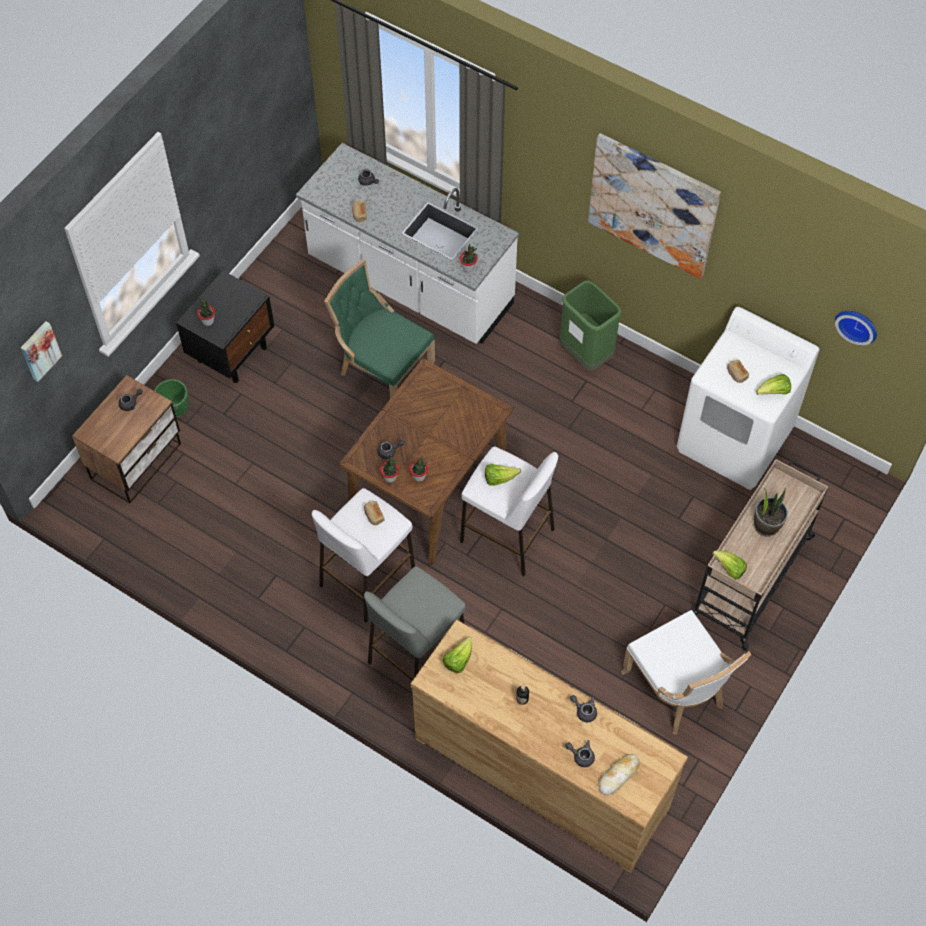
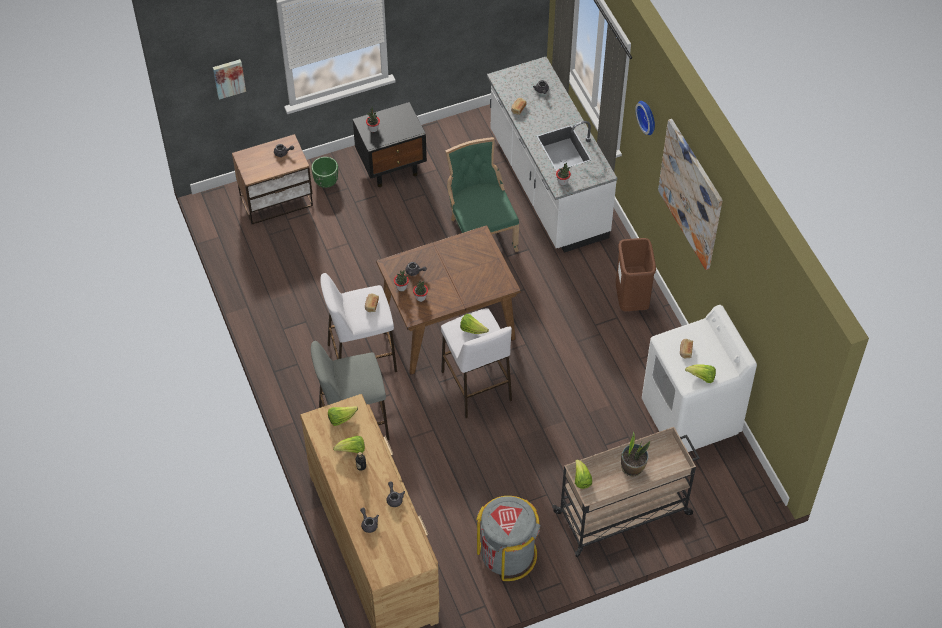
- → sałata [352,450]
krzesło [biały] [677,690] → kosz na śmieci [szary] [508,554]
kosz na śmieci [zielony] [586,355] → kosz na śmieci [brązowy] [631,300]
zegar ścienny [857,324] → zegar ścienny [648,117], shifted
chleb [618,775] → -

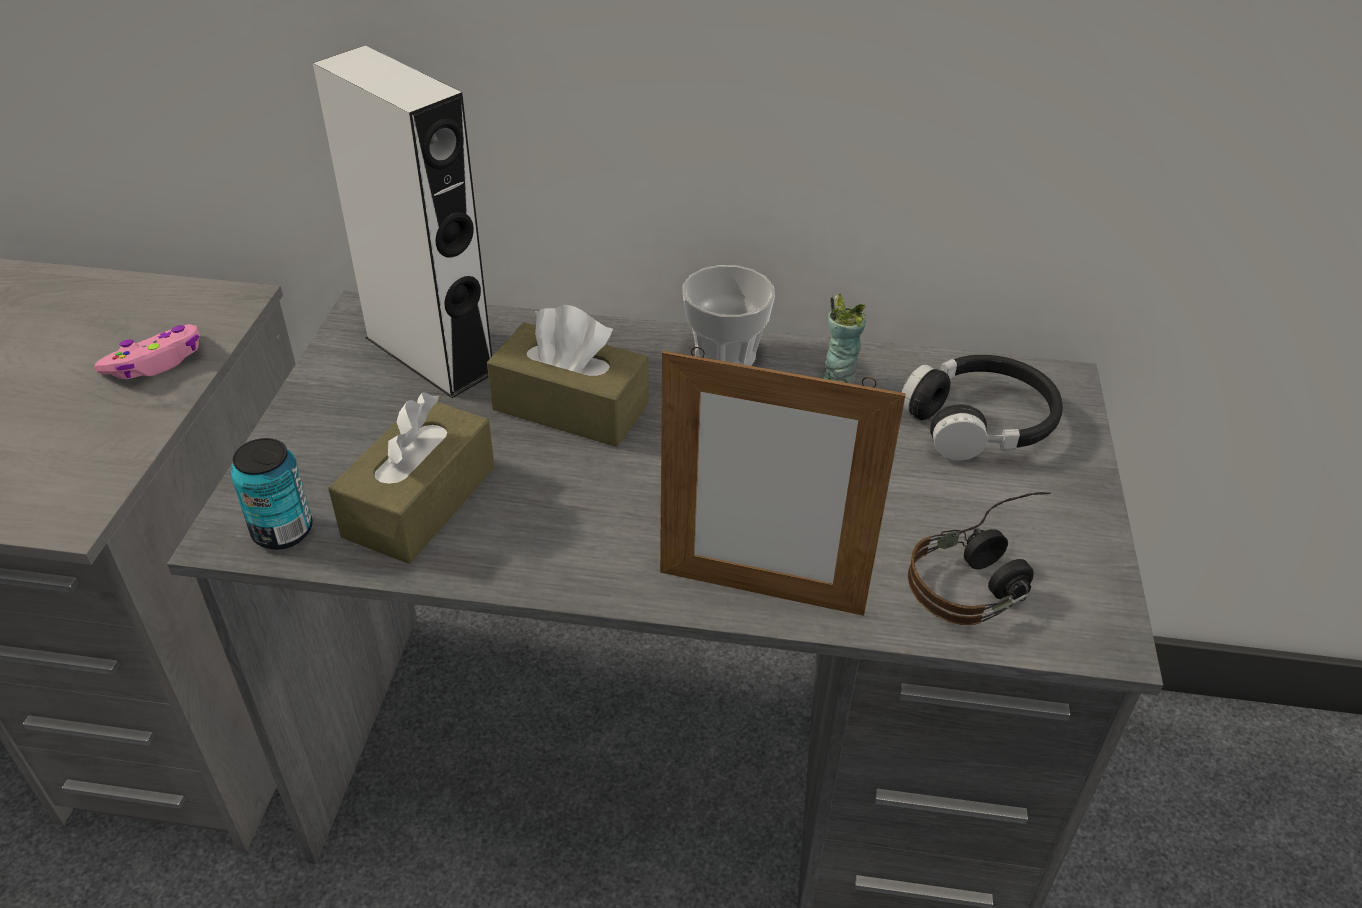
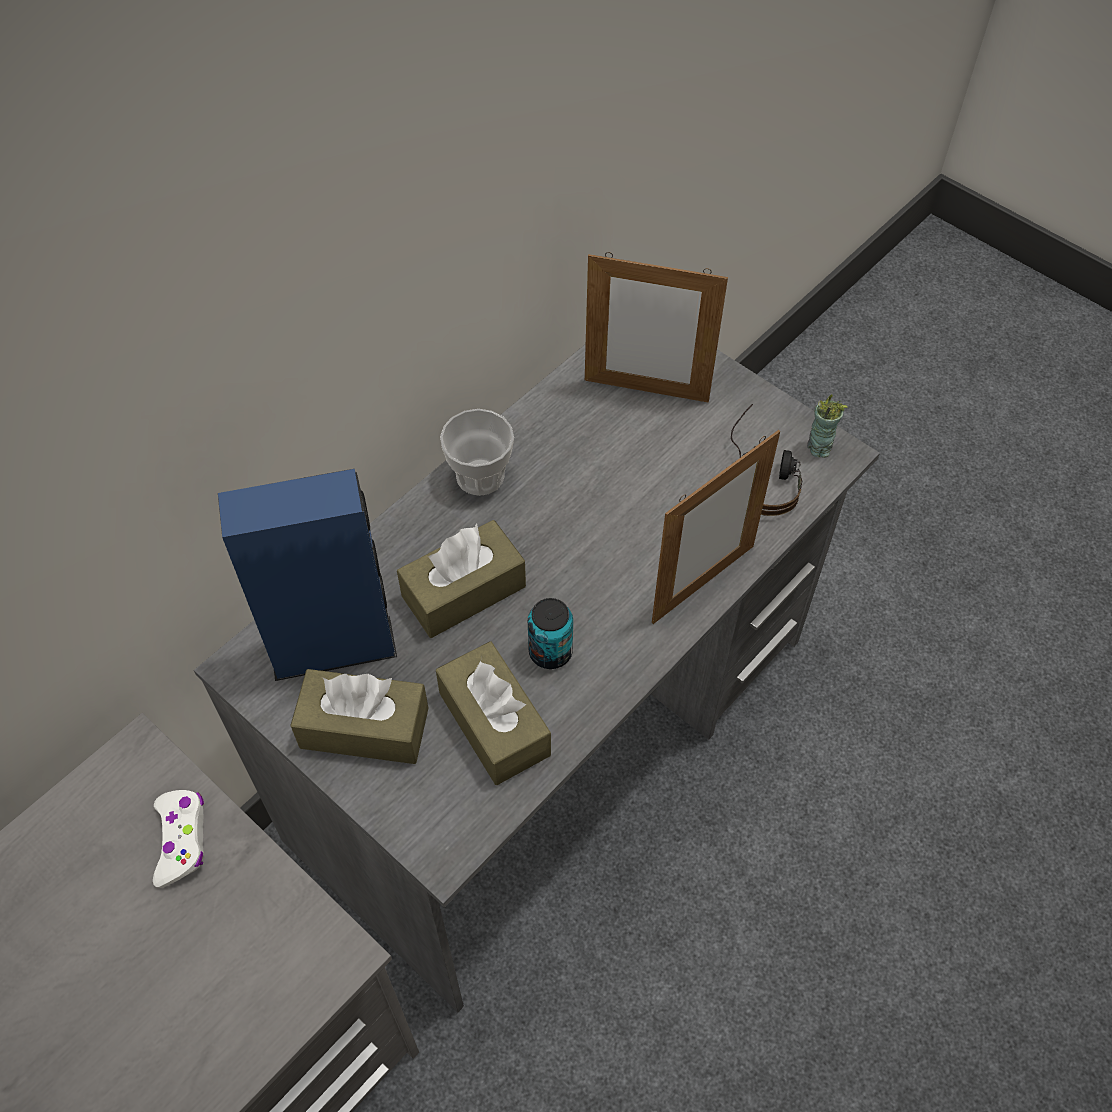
pad do gier [różowy] [156,362] → pad do gier [biały] [182,840]
głośnik [szary] [430,355] → głośnik [niebieski] [333,647]
- → pudełko chusteczek [brązowy] [364,728]
puszka [282,531] → puszka [550,652], shifted
słuchawki [czarny] [979,422] → ramka na zdjęcie [646,390]
filiżanka [838,379] → filiżanka [818,447], shifted

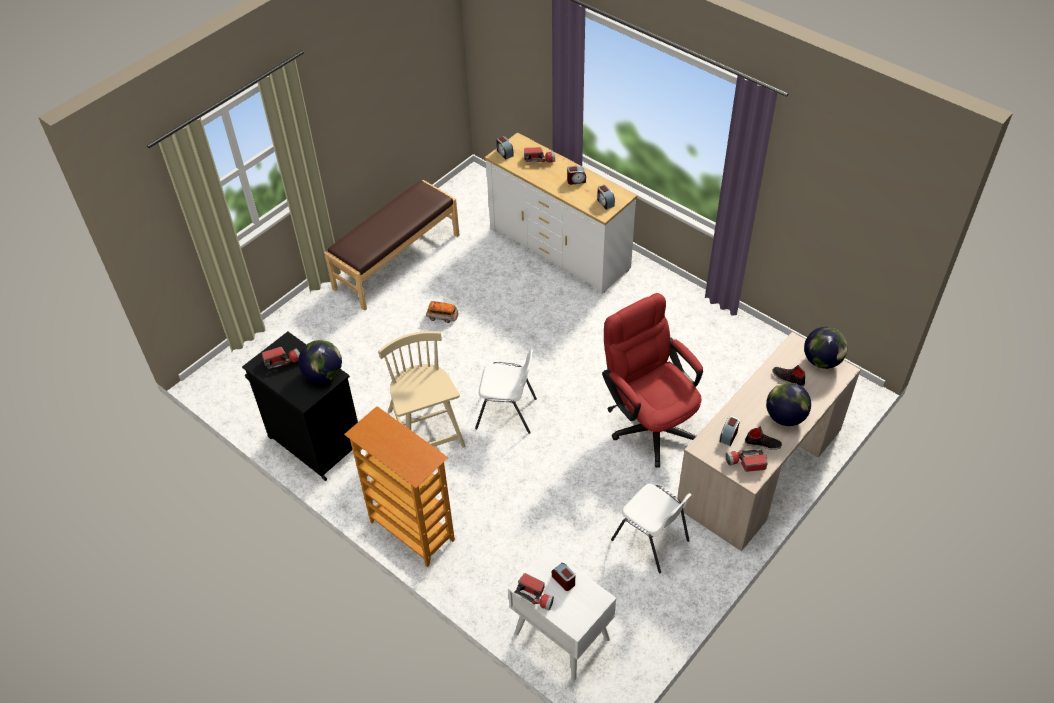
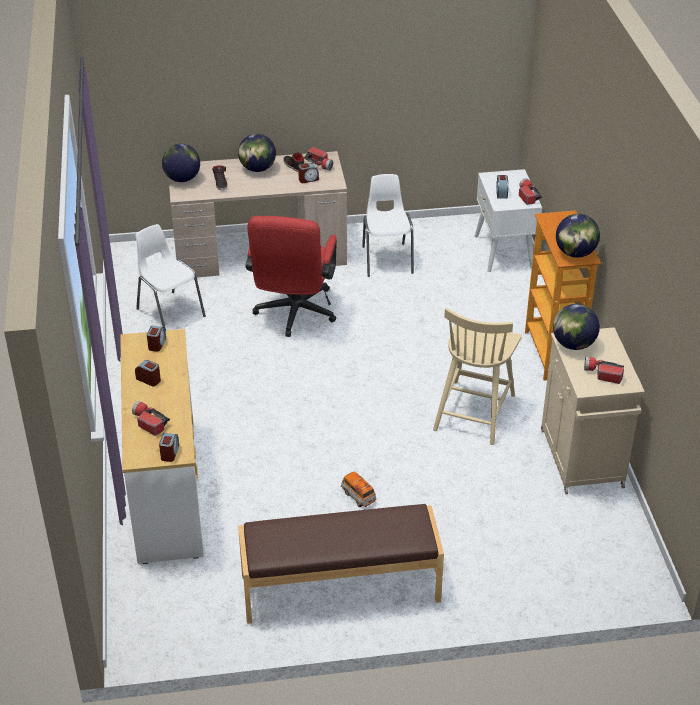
krzesło [biały] [507,413] → krzesło [biały] [170,312], shifted
szafka [czarny] [314,441] → szafka [beżowy] [582,460]
- → globus [575,253]

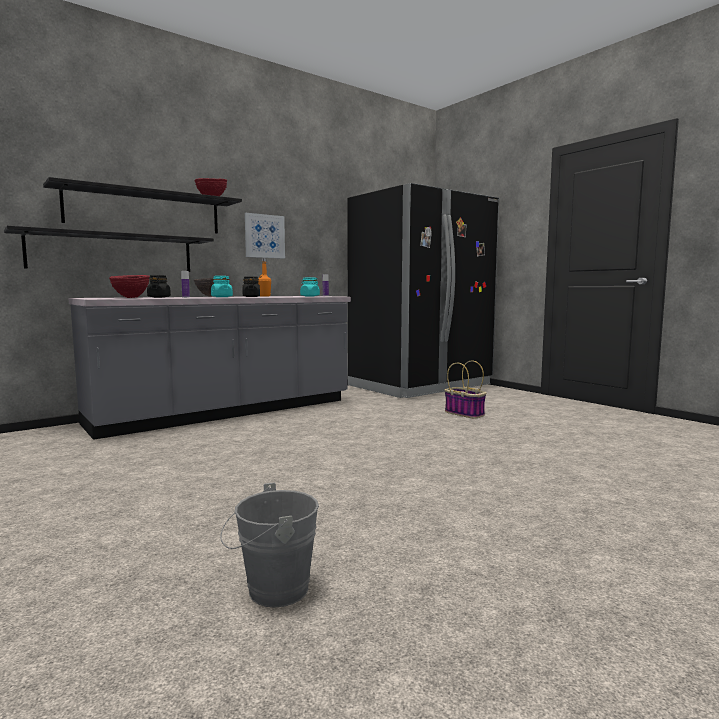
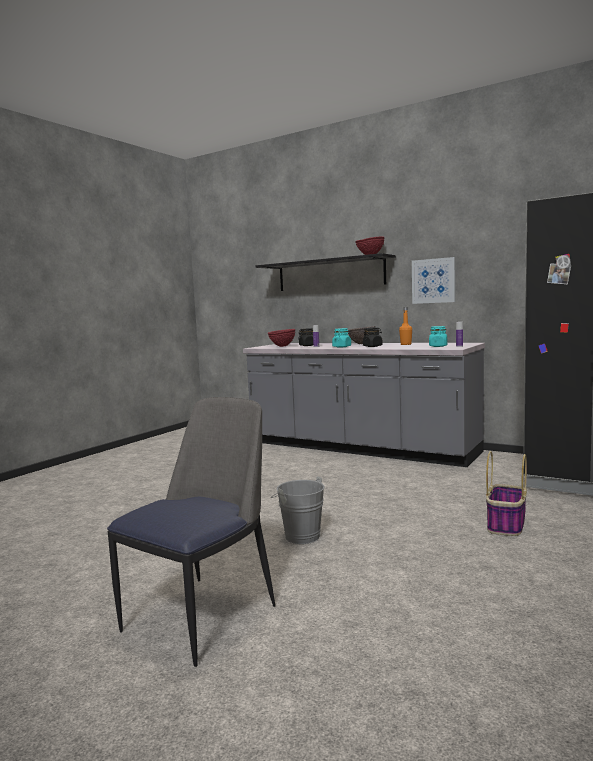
- → krzesło [203,615]
wiadro [szary] [271,591] → wiadro [szary] [300,535], shifted
półka [czarny] [113,253] → -

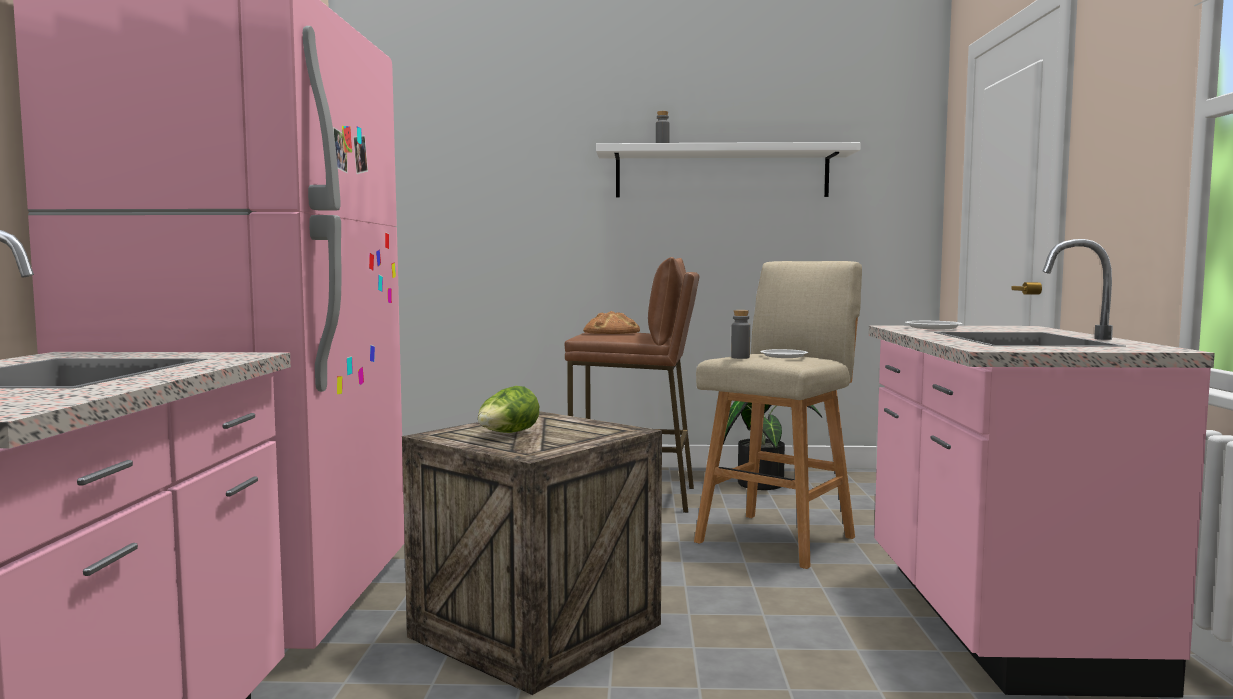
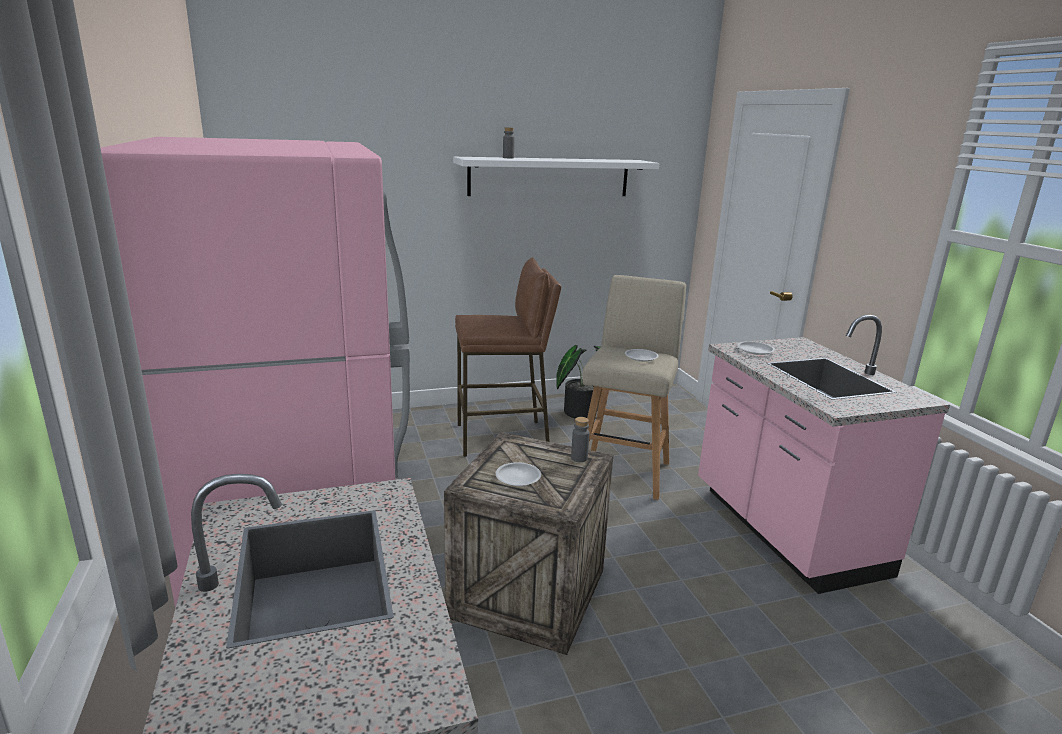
sałata [507,434] → talerz [biały] [518,477]
butelka [szary] [740,357] → butelka [szary] [579,458], shifted
chleb [611,332] → -

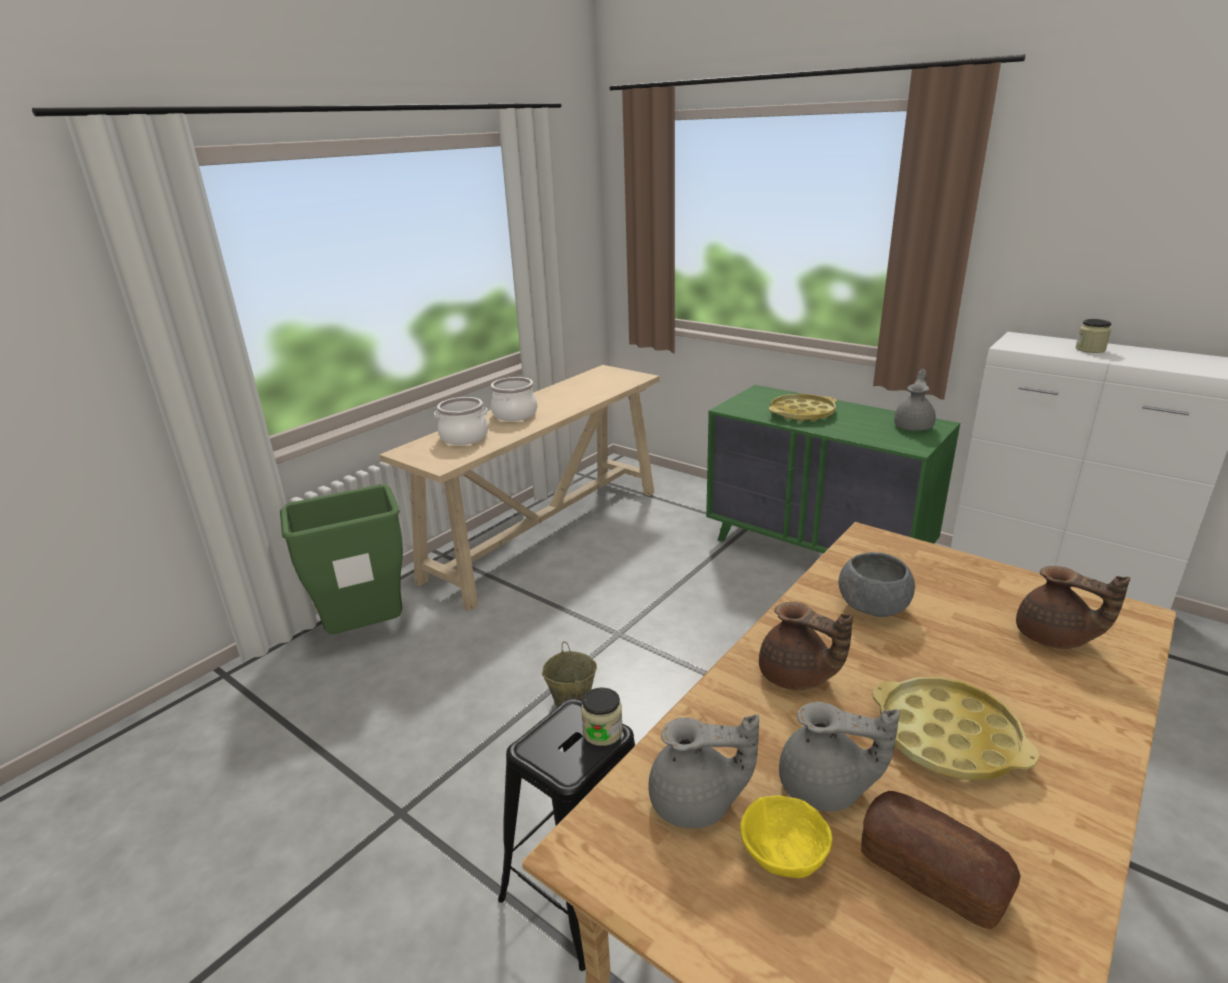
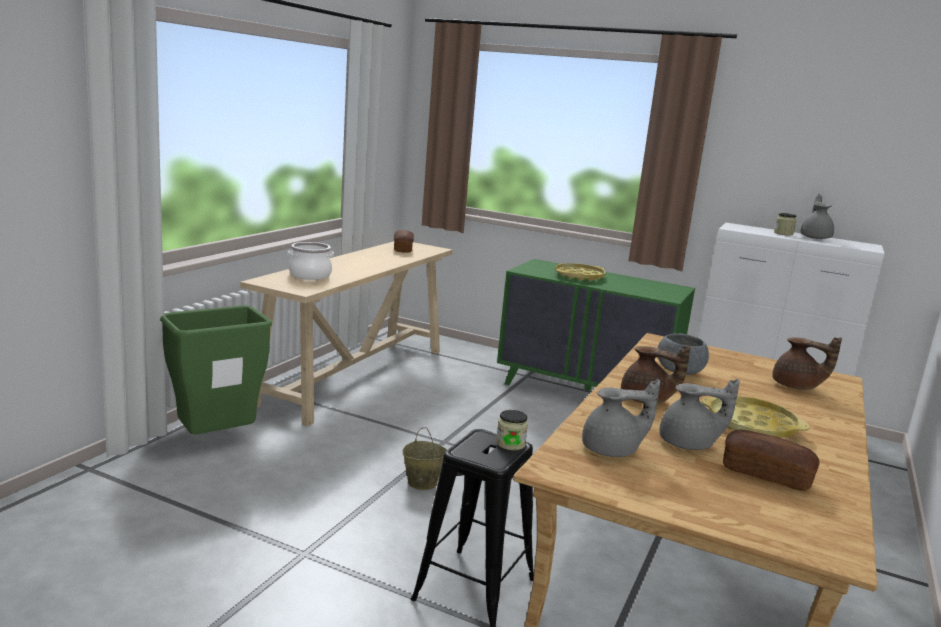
- → chleb [403,249]
imbryk [szary] [914,426] → imbryk [szary] [815,237], shifted
garnek [515,414] → -
miska [żółty] [783,854] → -

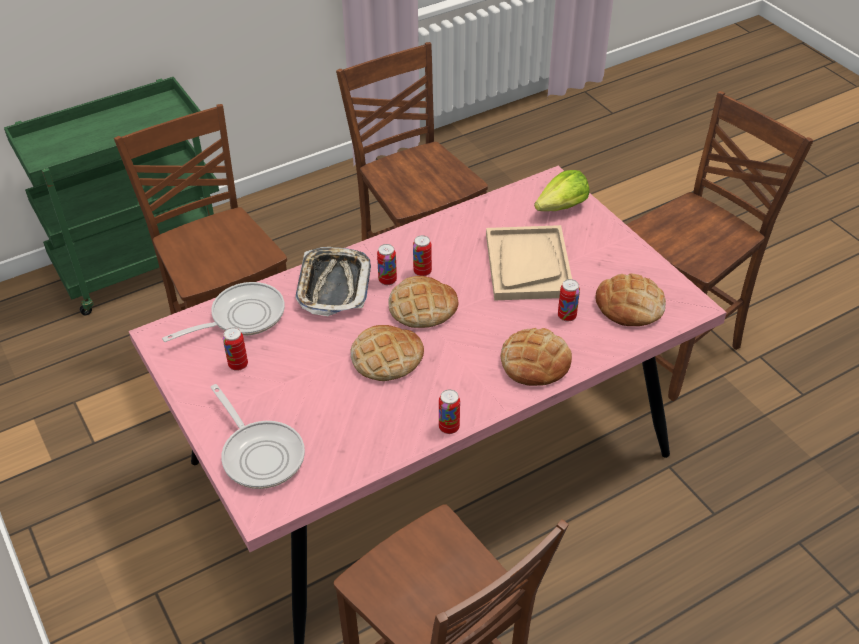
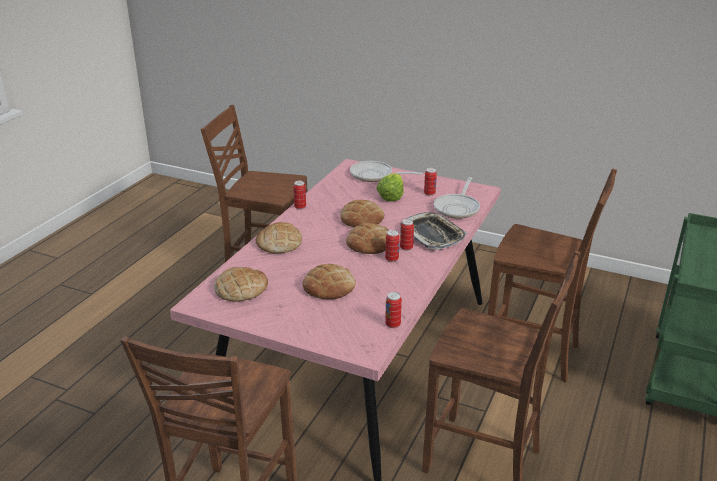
taca [beżowy] [528,265] → chleb [329,287]
sałata [562,207] → sałata [391,196], shifted
puszka [566,316] → puszka [393,324], shifted

